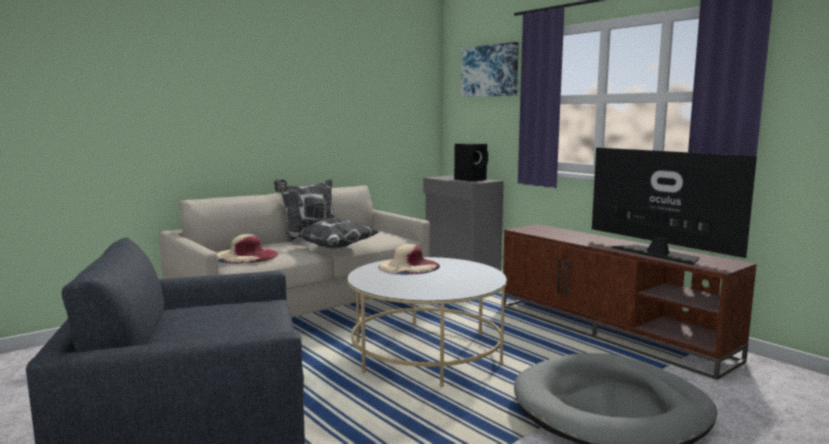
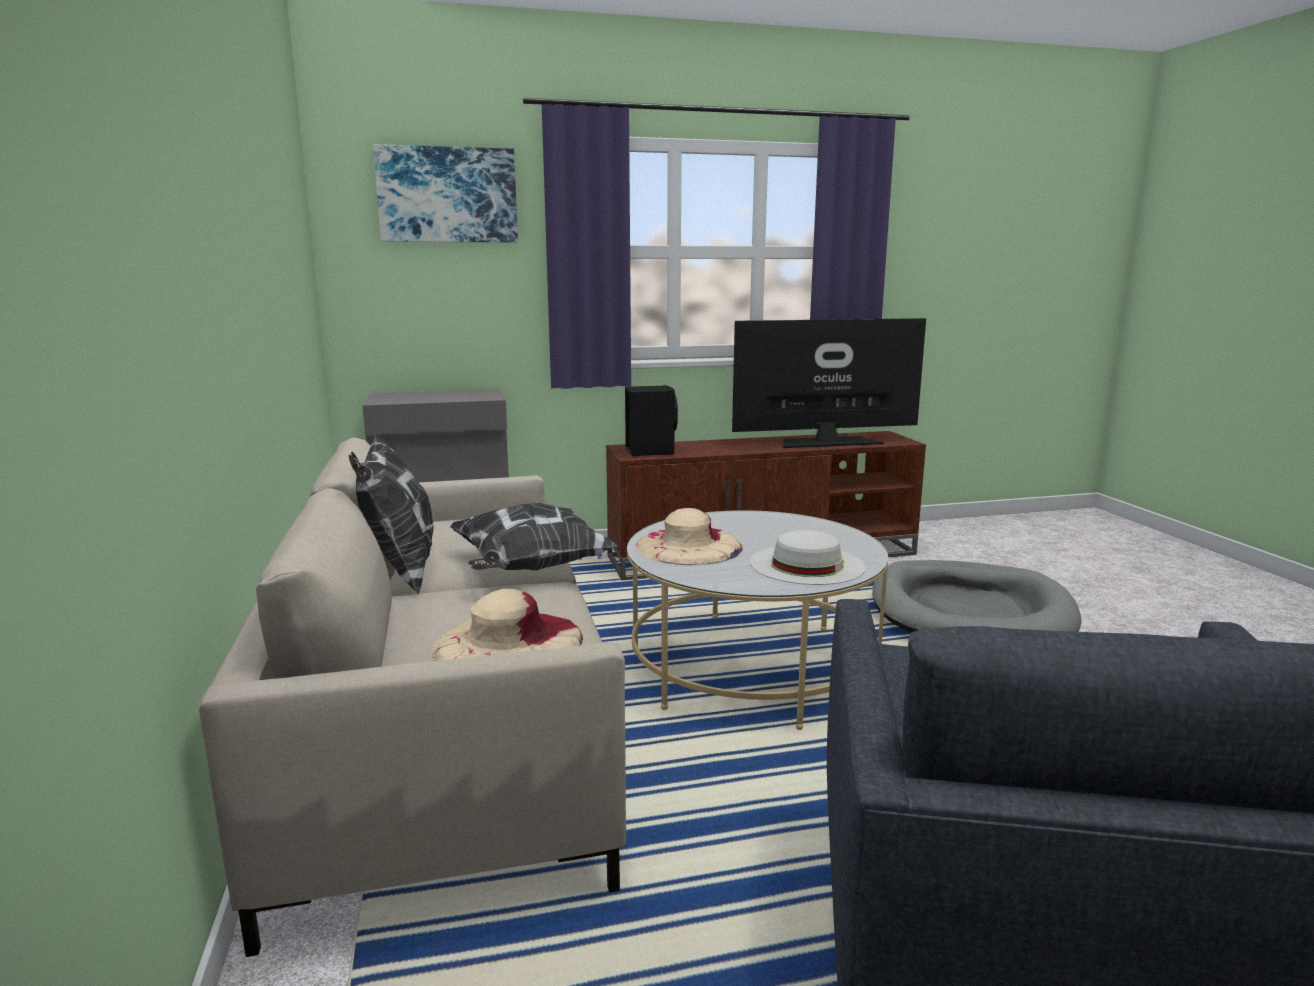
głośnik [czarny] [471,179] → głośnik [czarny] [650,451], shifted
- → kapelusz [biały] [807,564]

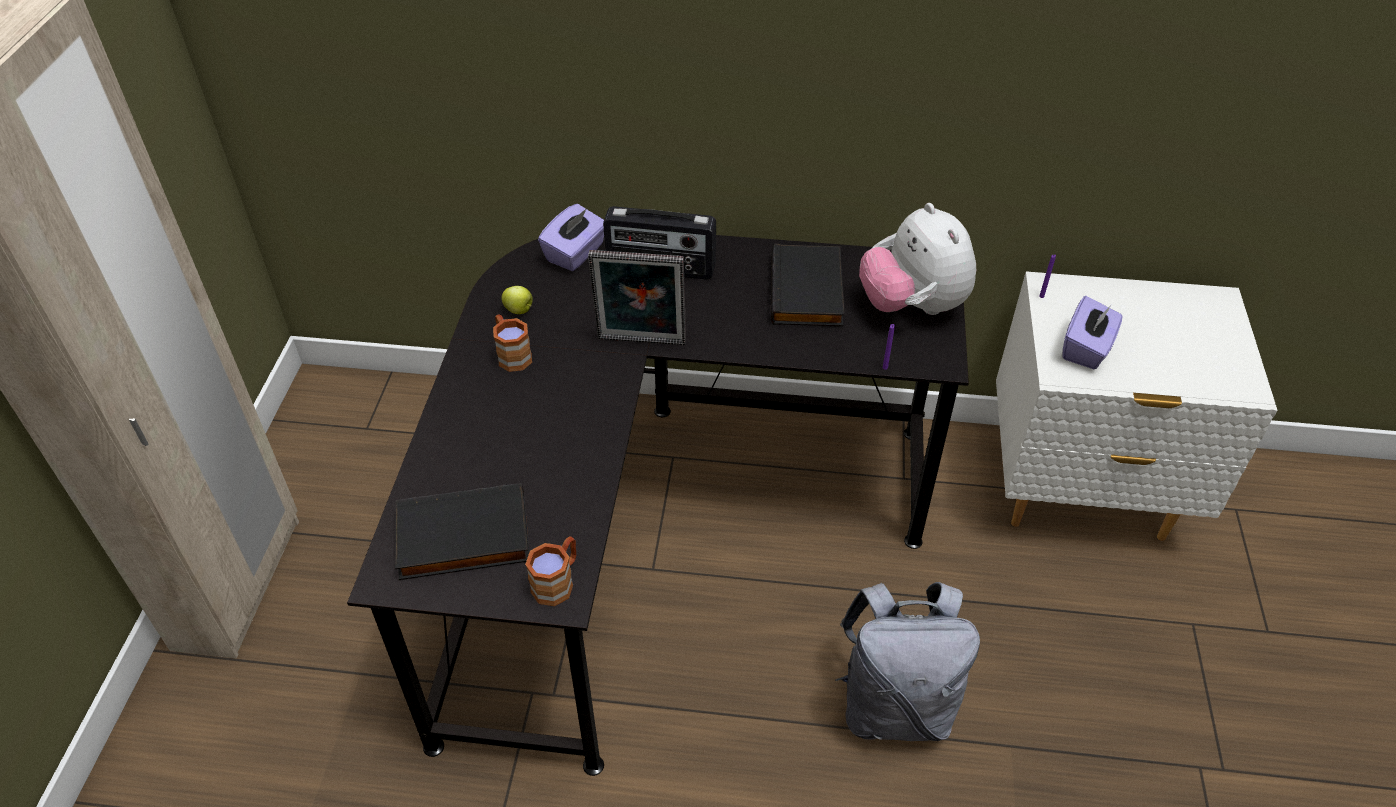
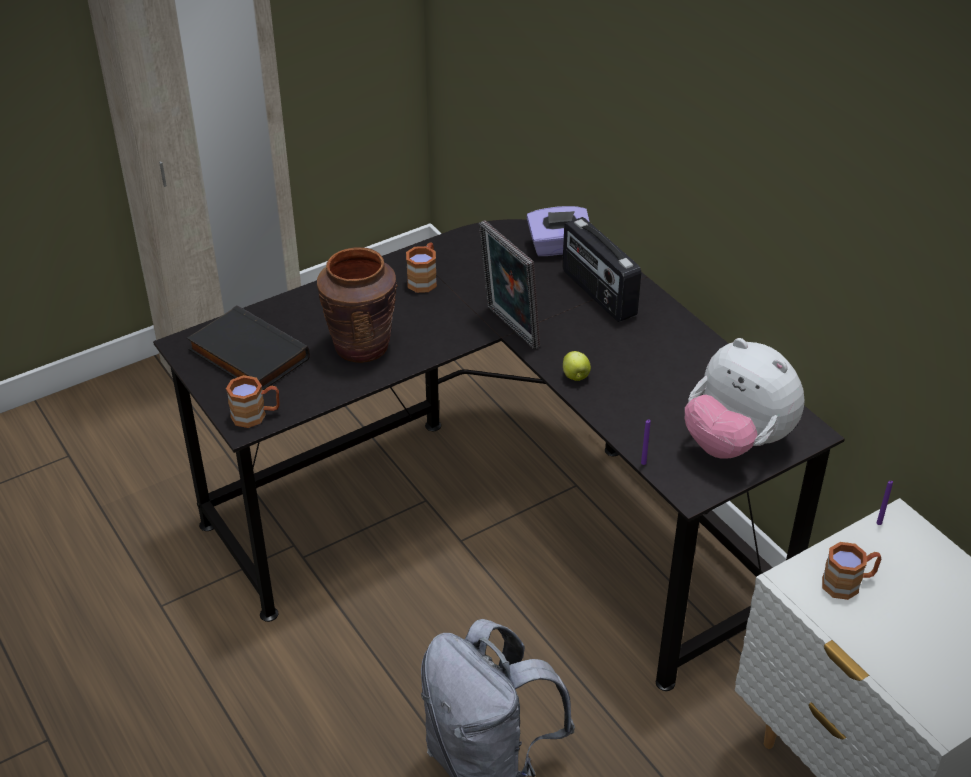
- → wazon [brązowy] [361,346]
jabłko [519,310] → jabłko [575,377], shifted
pluszak [912,306] → pluszak [736,442], 75 degrees counterclockwise
pudełko chusteczek [fioletowy] [1086,349] → kubek [brązowy] [848,583]
książka [czarny] [809,291] → -

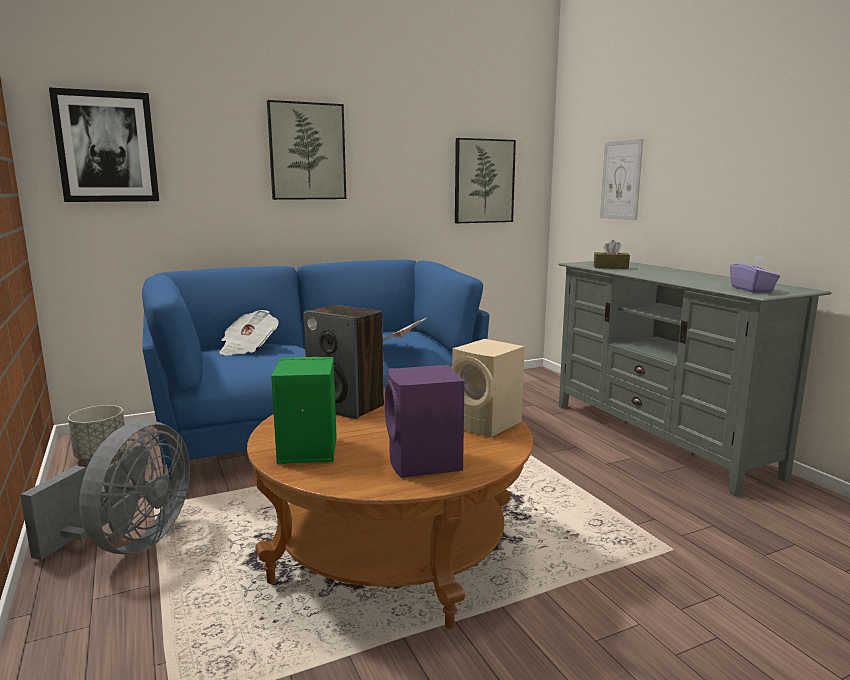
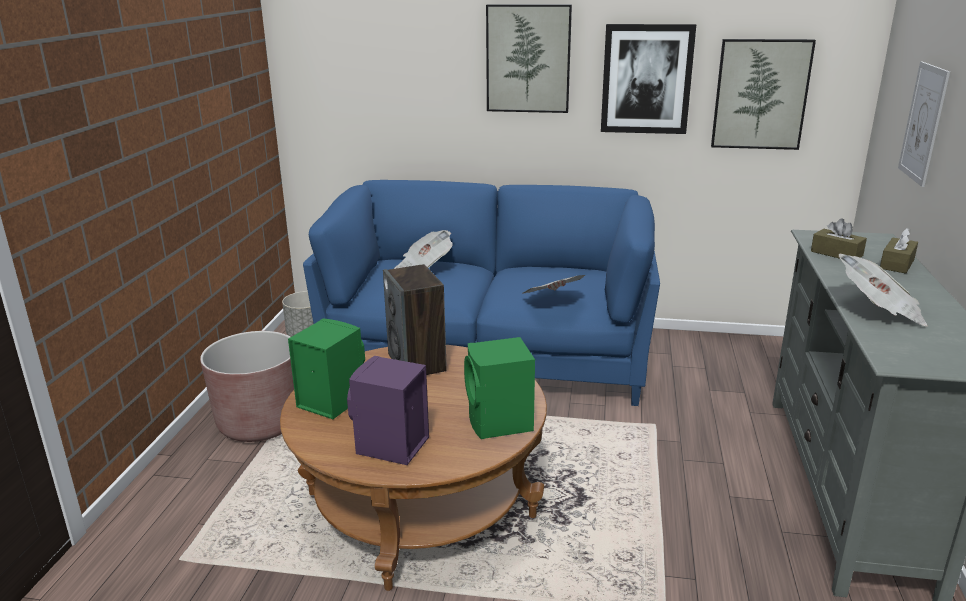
wentylator [szary] [129,544] → donica [brązowy] [260,423]
głośnik [beżowy] [488,424] → głośnik [zielony] [500,424]
obraz [106,147] → obraz [646,79], shifted
- → gazeta [879,311]
- → pudełko chusteczek [brązowy] [897,264]
pudełko chusteczek [fioletowy] [752,290] → -

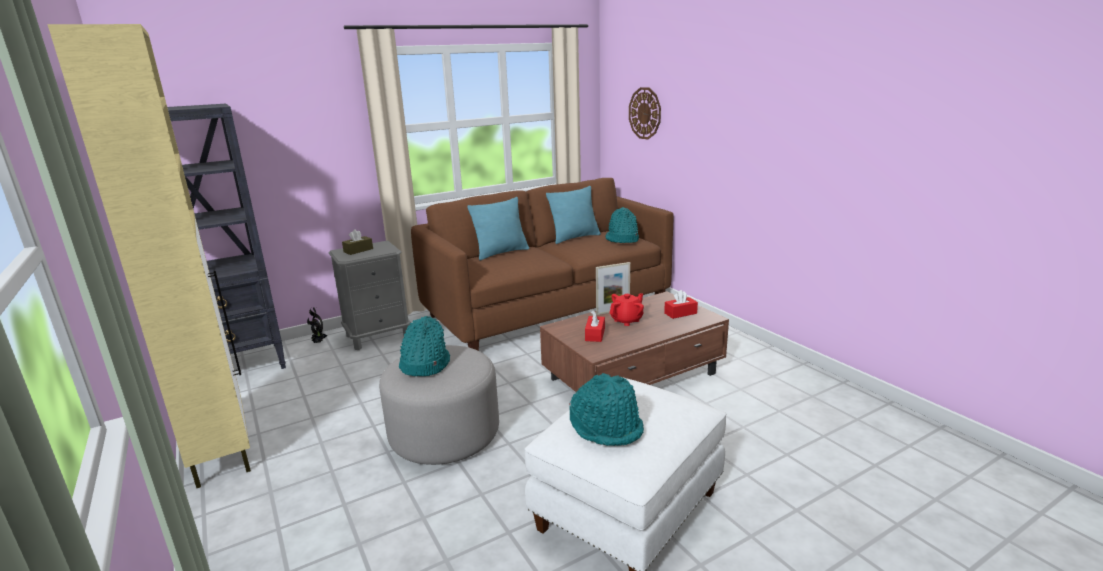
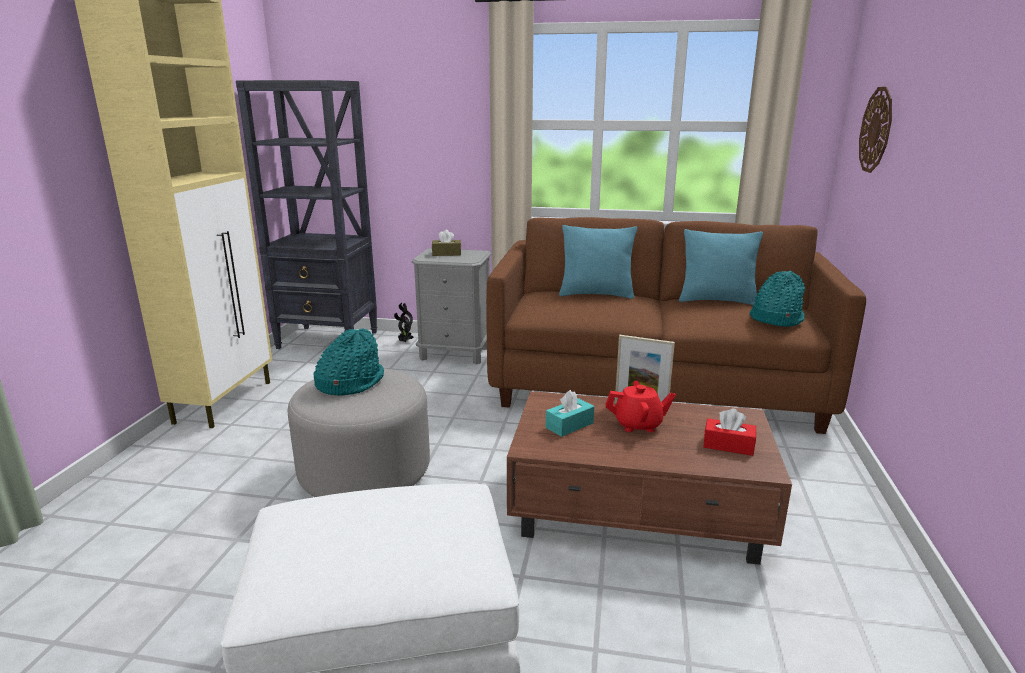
pudełko chusteczek [czerwony] [595,334] → pudełko chusteczek [turkusowy] [569,425]
kapelusz [turkusowy] [606,427] → -

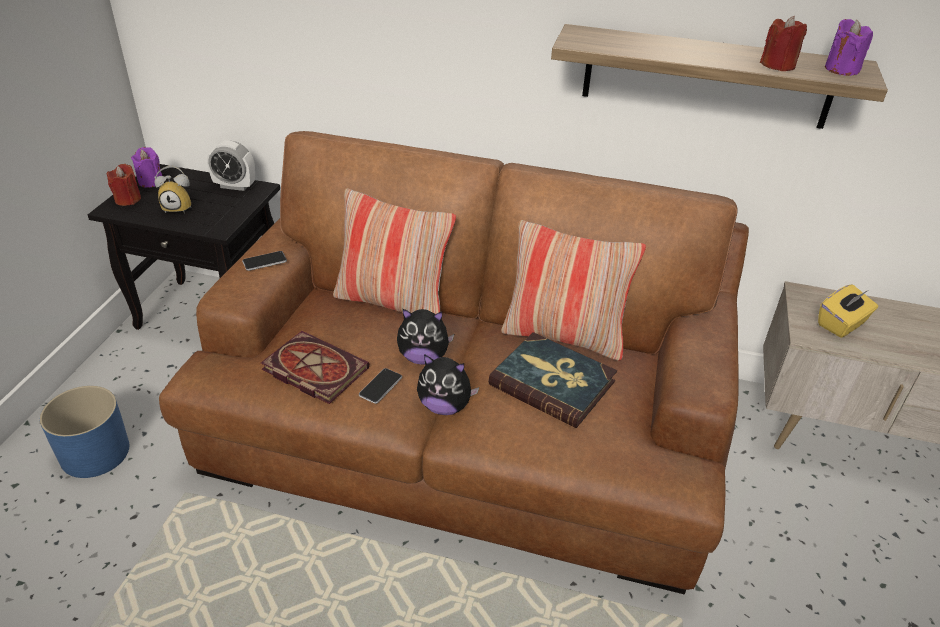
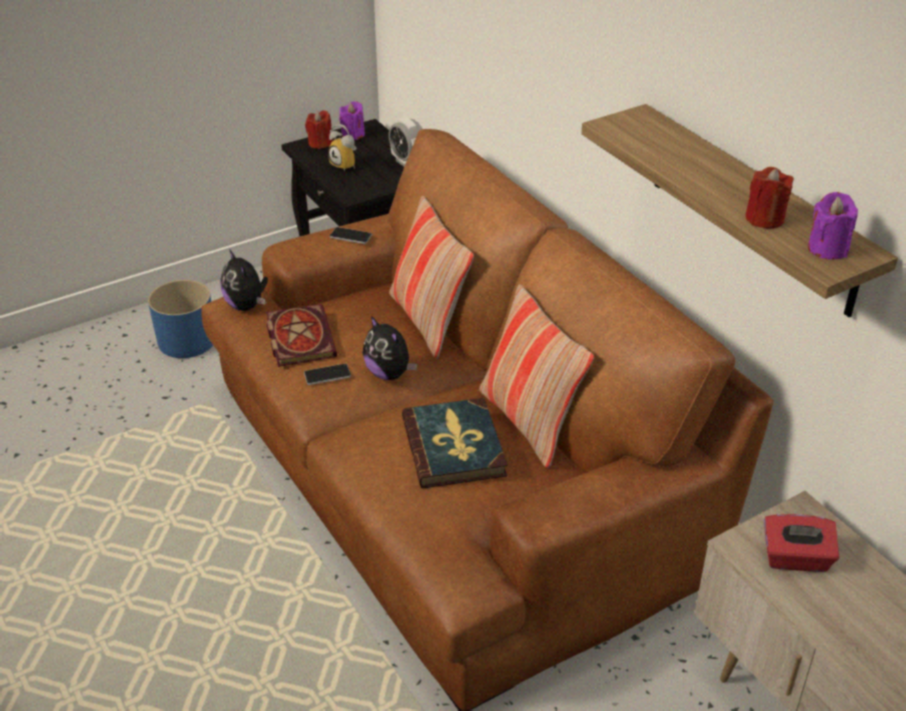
pluszak [444,406] → pluszak [246,306], shifted
pudełko chusteczek [żółty] [842,324] → pudełko chusteczek [czerwony] [795,559]

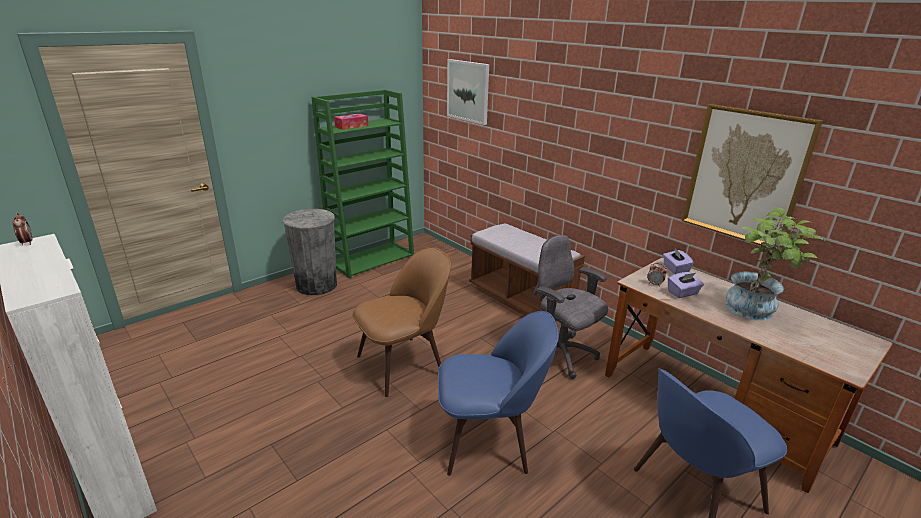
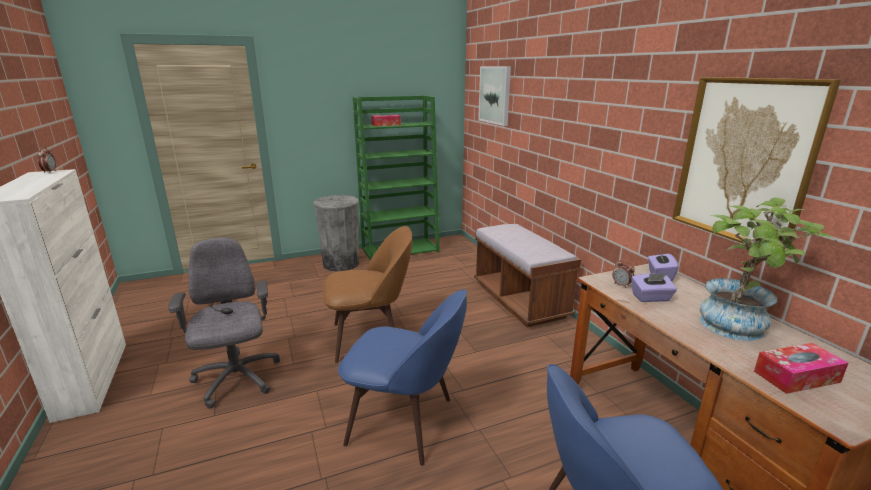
krzesło biurowe [szary] [561,355] → krzesło biurowe [szary] [237,380], shifted
- → pudełko chusteczek [796,376]

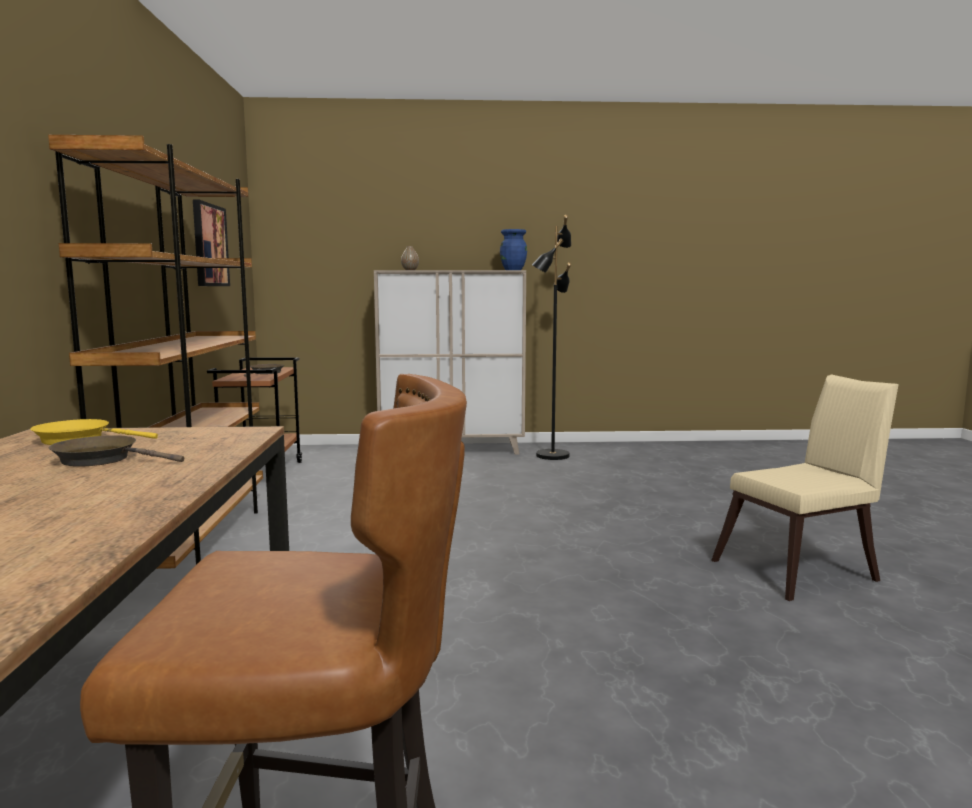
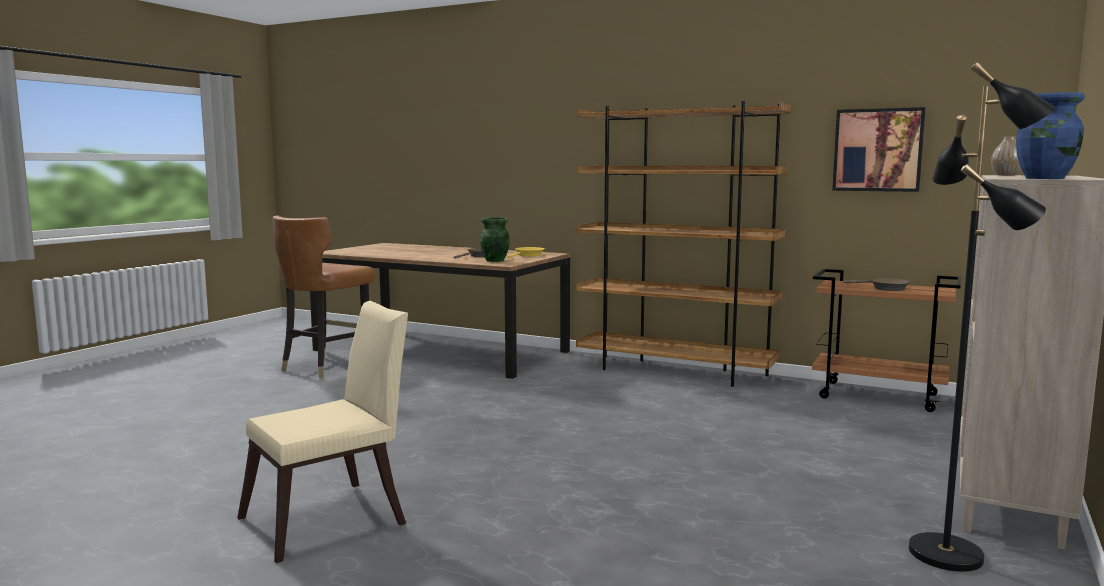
krzesło [beżowy] [802,570] → krzesło [beżowy] [333,519], 135 degrees counterclockwise
- → wazon [zielony] [495,260]

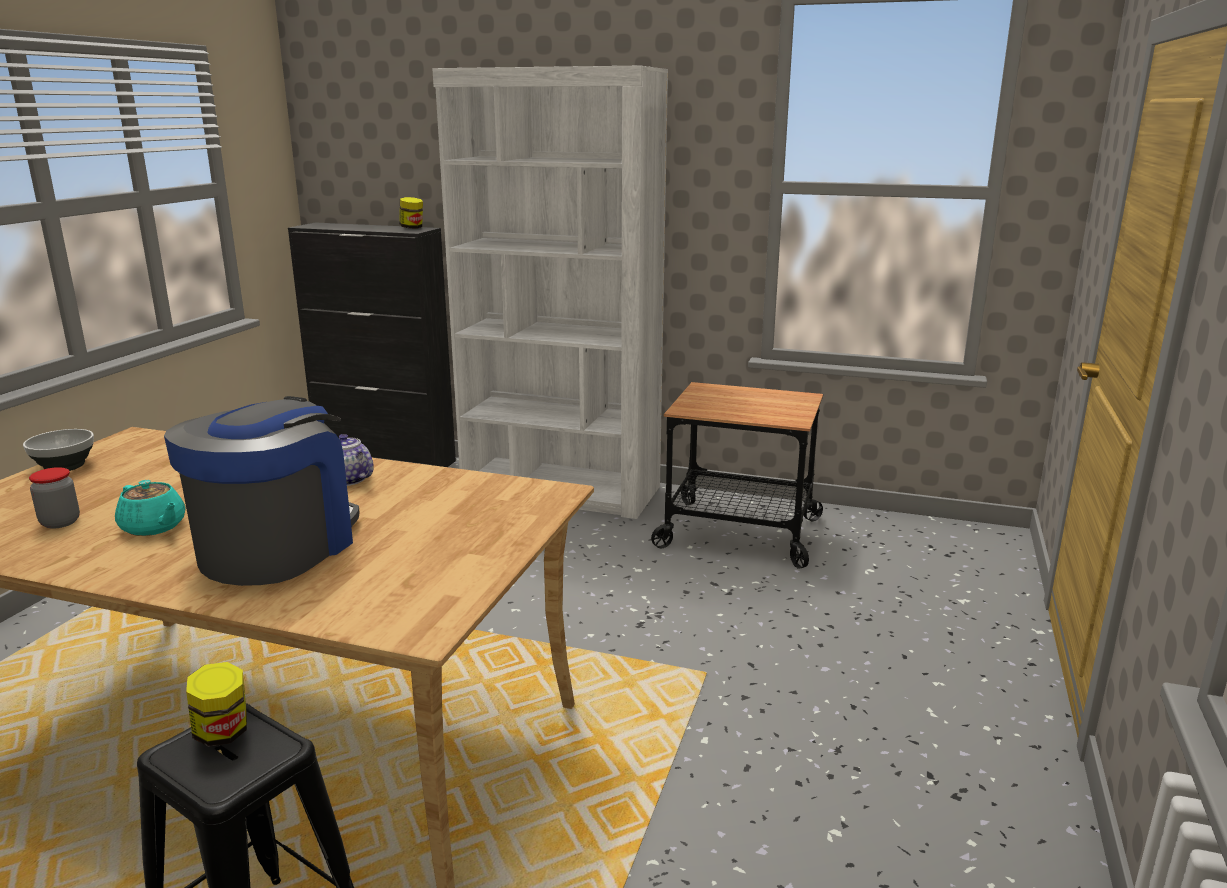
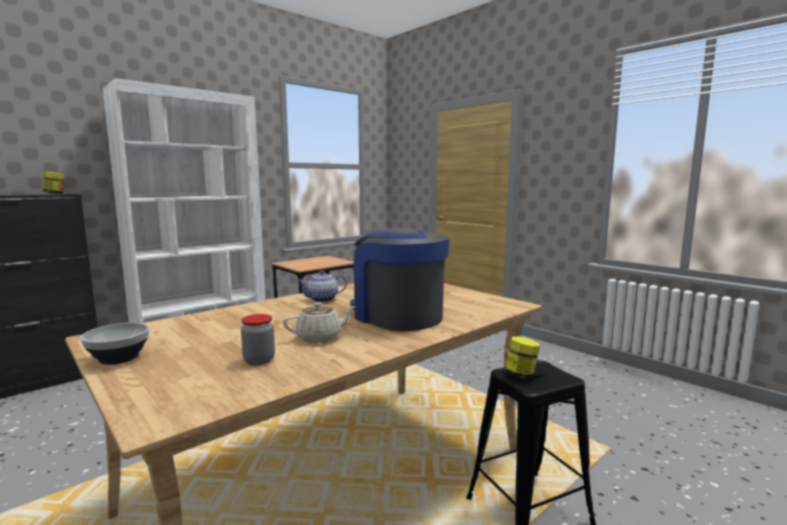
imbryk [turkusowy] [154,527] → imbryk [beżowy] [320,337]

